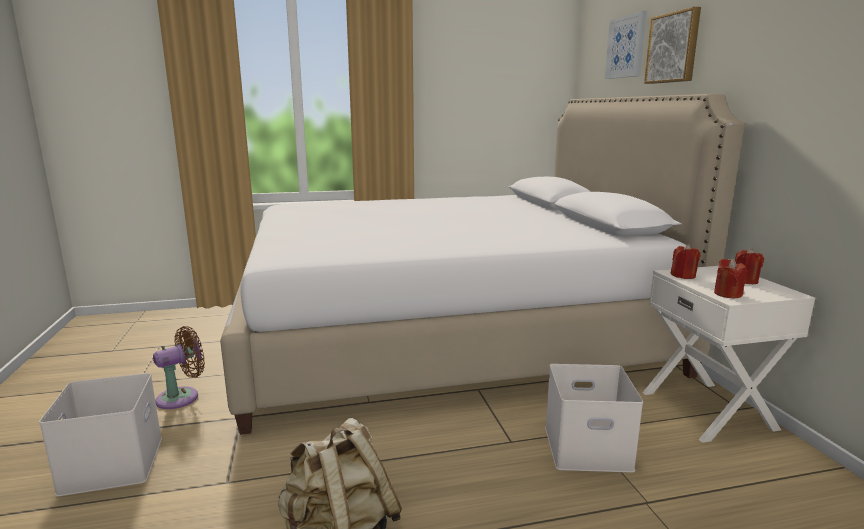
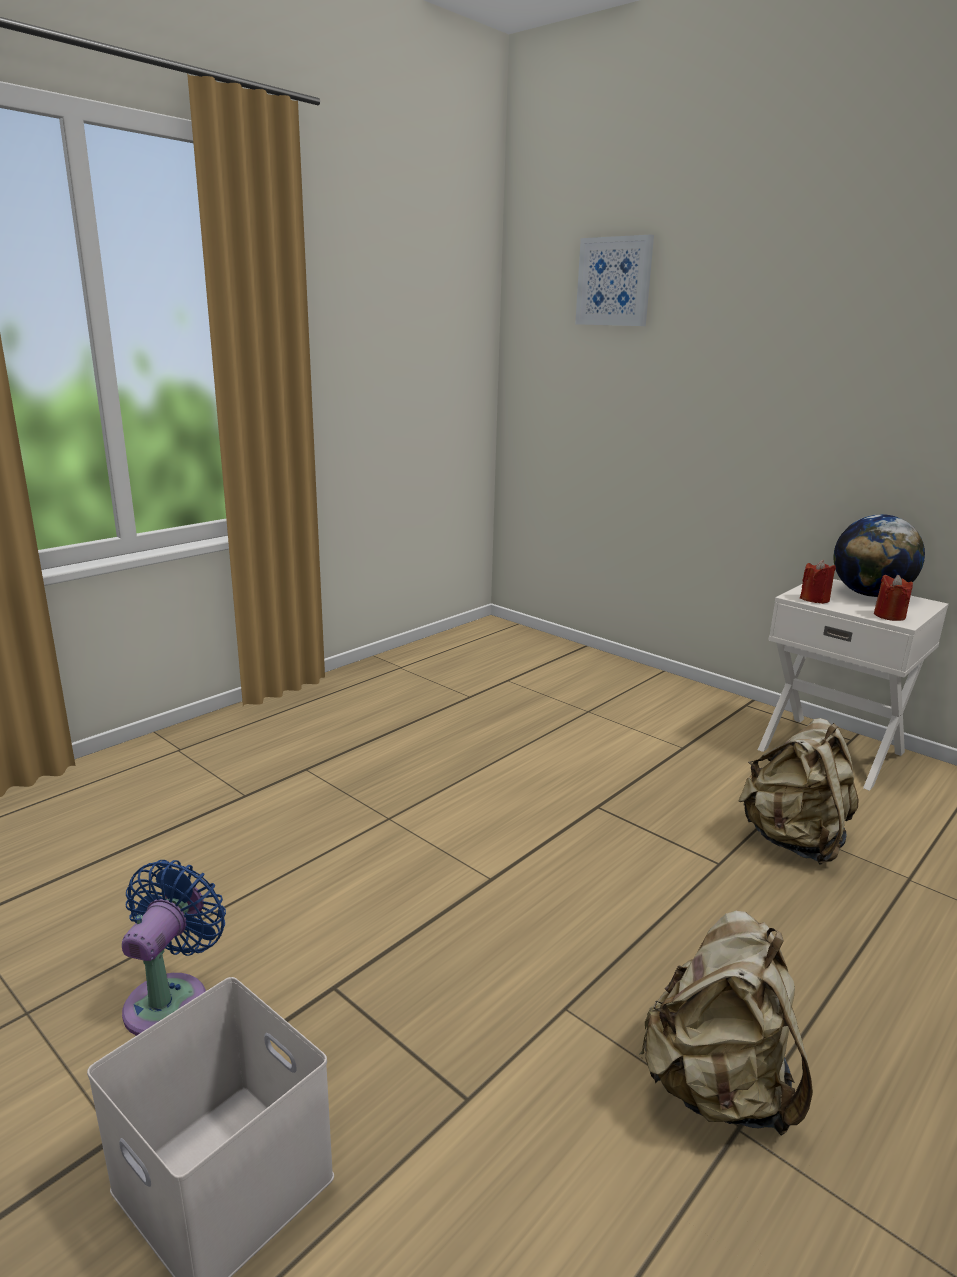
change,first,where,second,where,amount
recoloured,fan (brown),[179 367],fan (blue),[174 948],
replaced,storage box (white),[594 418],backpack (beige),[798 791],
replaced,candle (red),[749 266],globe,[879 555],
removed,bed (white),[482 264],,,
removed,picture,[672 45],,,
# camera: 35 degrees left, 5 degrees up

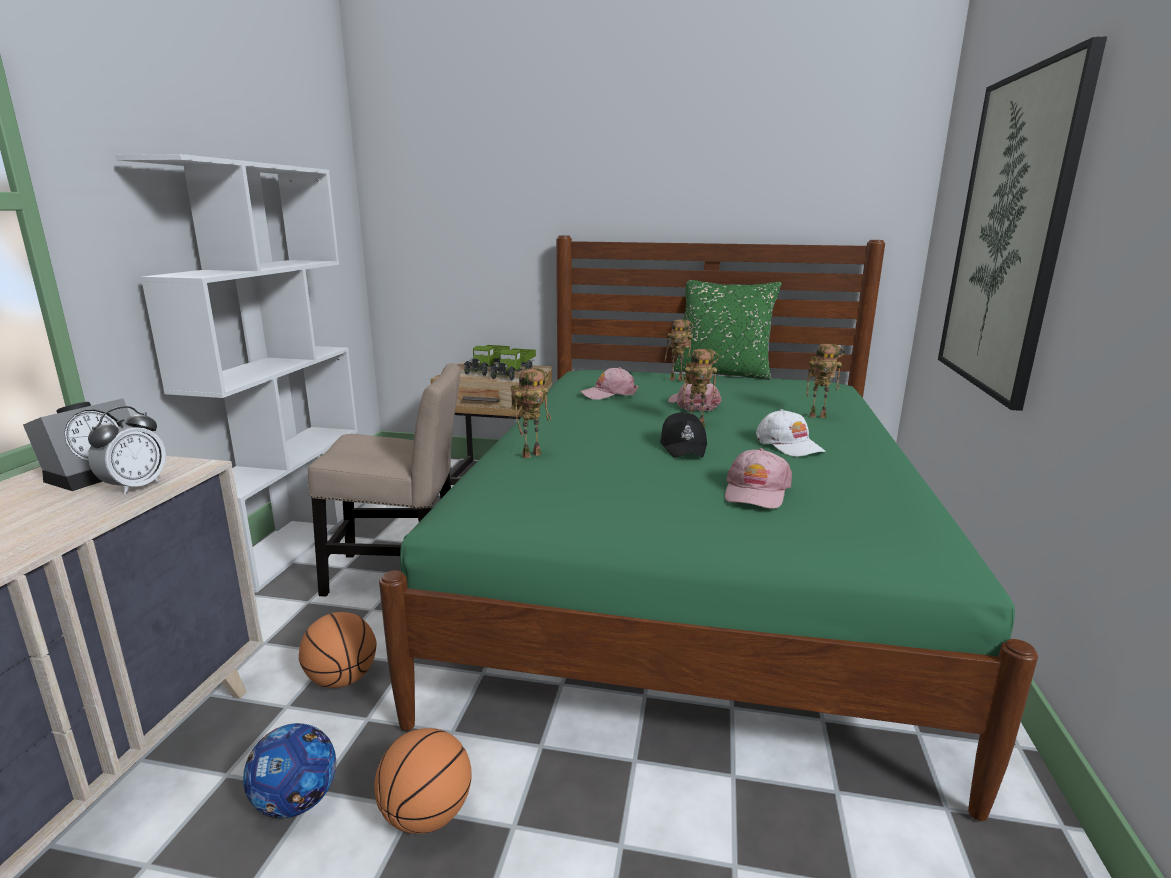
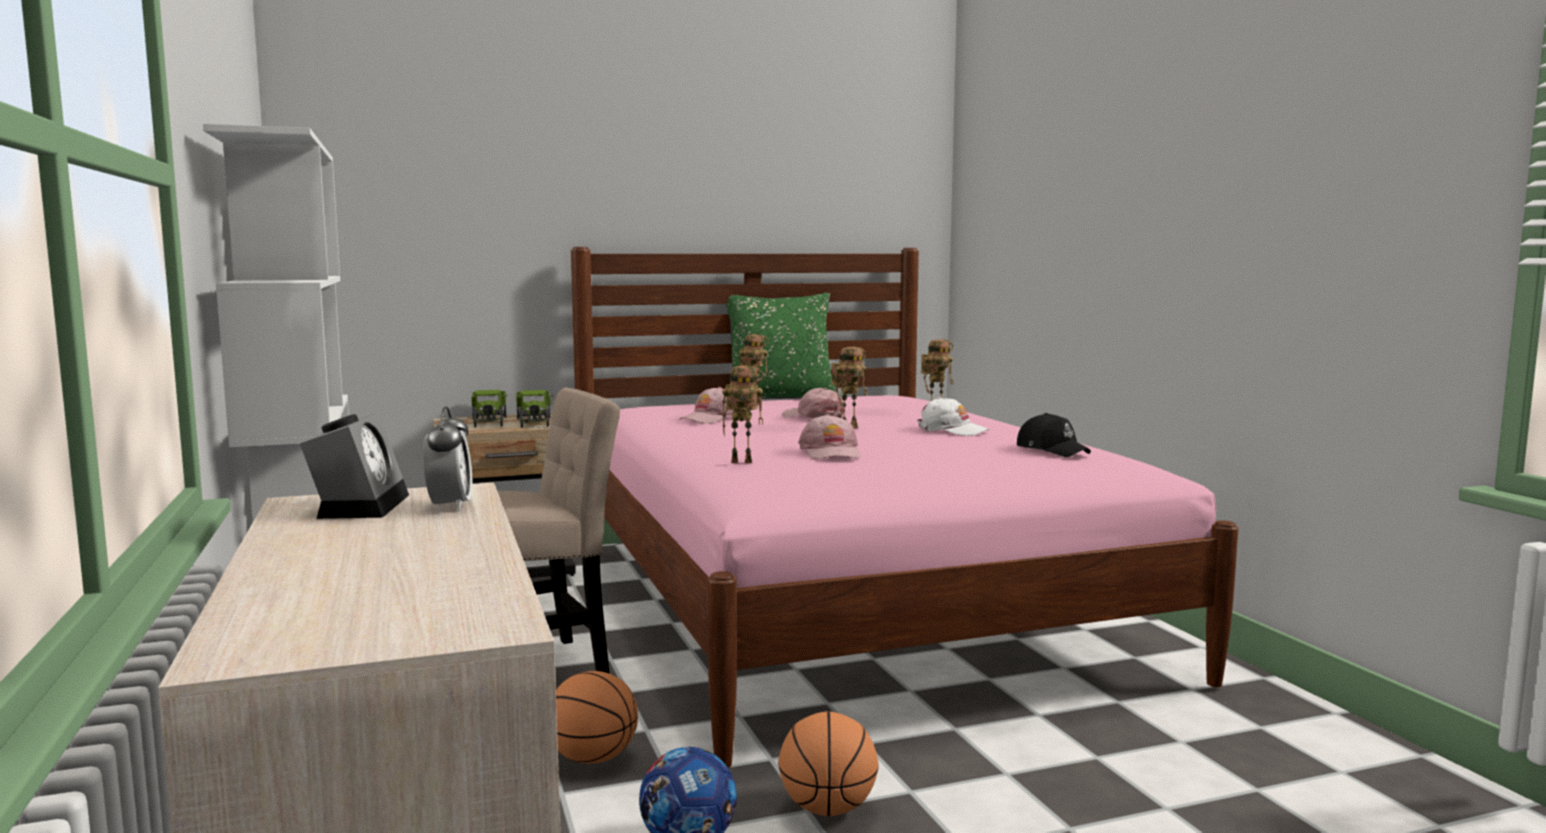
change,first,where,second,where,amount
recoloured,bed (green),[708 528],bed (pink),[904 507],
turned,toy robot,[531 413],,[743 414],60 degrees clockwise
moved,cap (pink),[758 478],,[829 437],
moved,cap (black),[683 435],,[1054 435],
removed,picture,[1022 223],,,
# camera: 30 degrees left, 10 degrees down

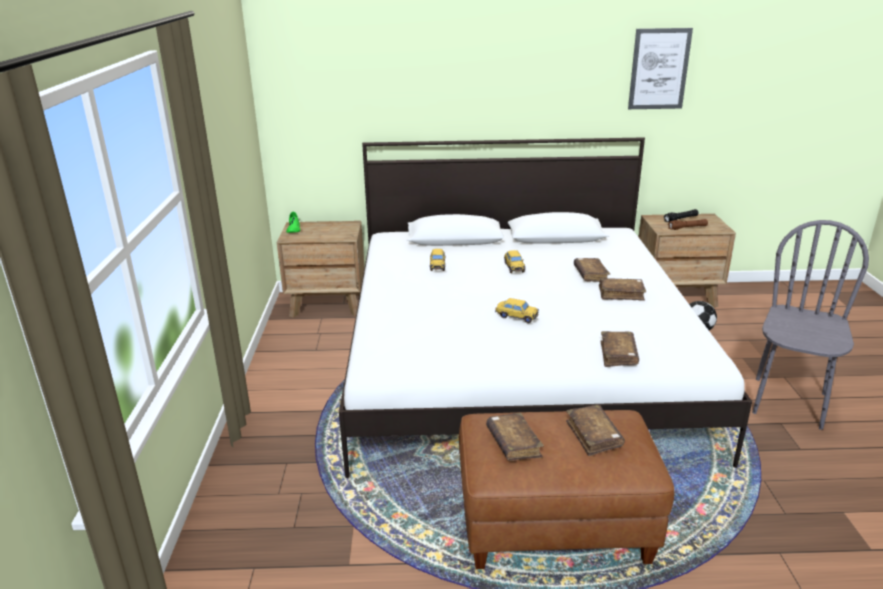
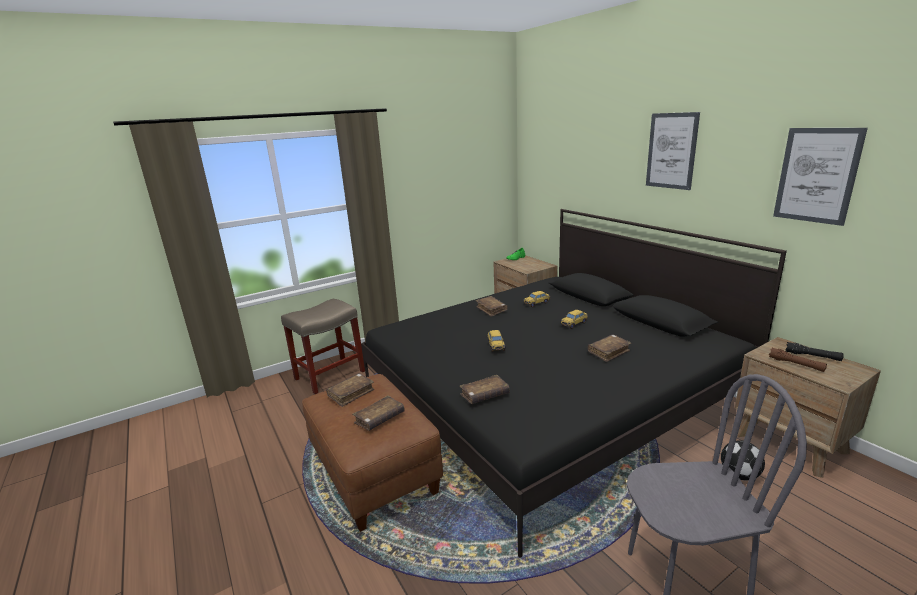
change,first,where,second,where,amount
added,,,stool (beige),[323 346],
recoloured,bed (white),[545 307],bed (black),[574 383],
moved,book (brown),[622 289],,[492 306],
added,,,picture,[673 151],
# camera: 60 degrees right, 5 degrees down

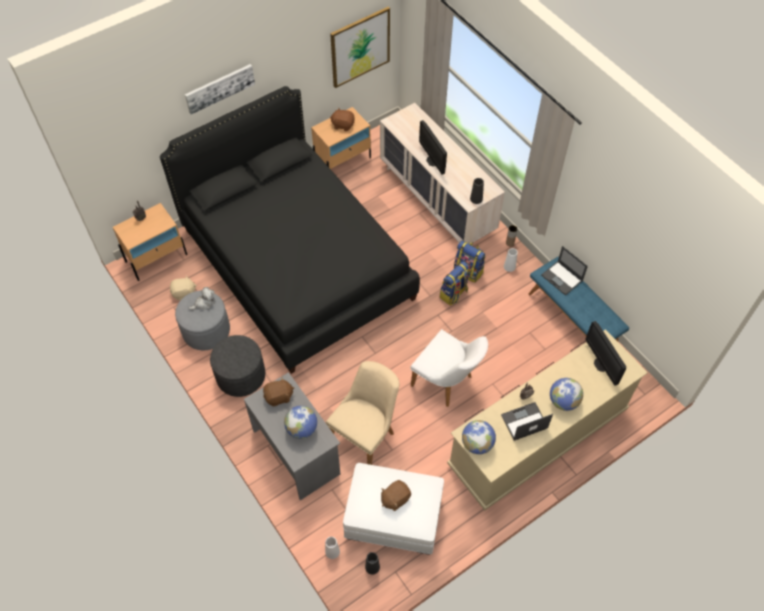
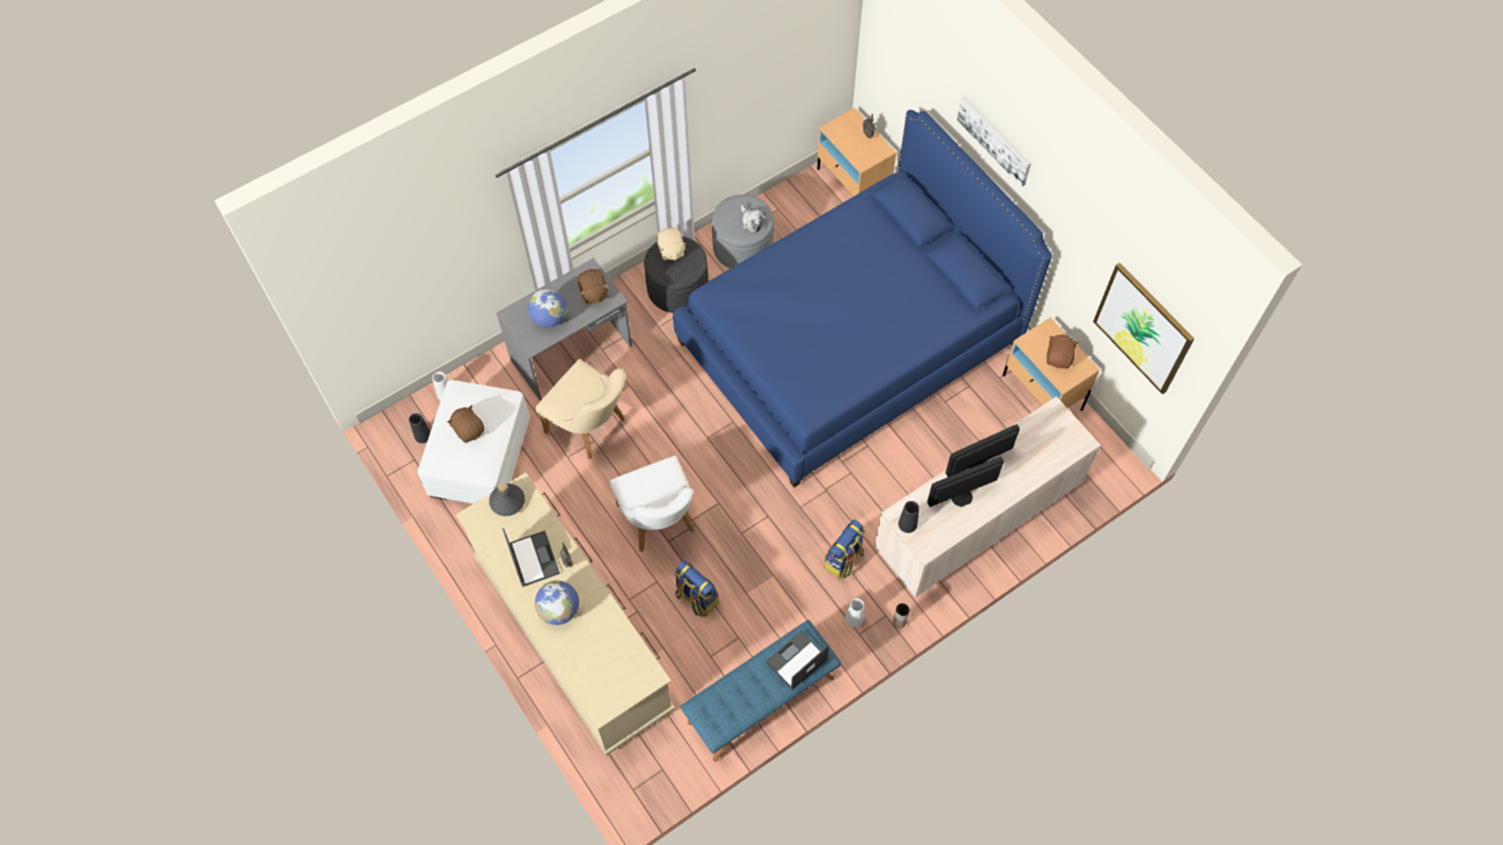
change,first,where,second,where,amount
replaced,globe,[479 437],bottle (grey),[507 499],
turned,chair (white),[449 368],,[652 503],60 degrees counterclockwise
moved,plush toy (beige),[183 287],,[671 244],
recoloured,bed (black),[290 230],bed (blue),[862 298],
moved,backpack,[455 283],,[697 588],
moved,monitor,[606 353],,[965 482],
# camera: 90 degrees right, 5 degrees up

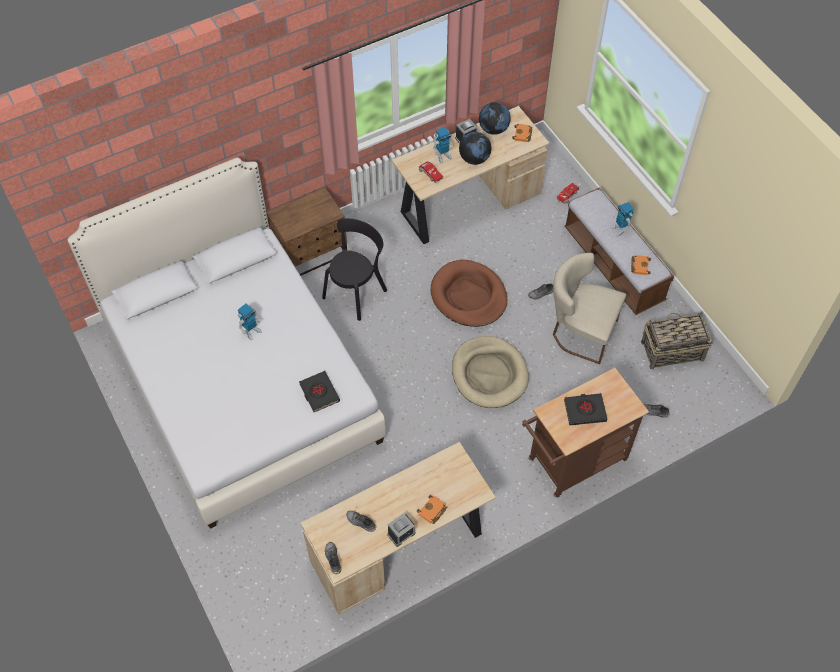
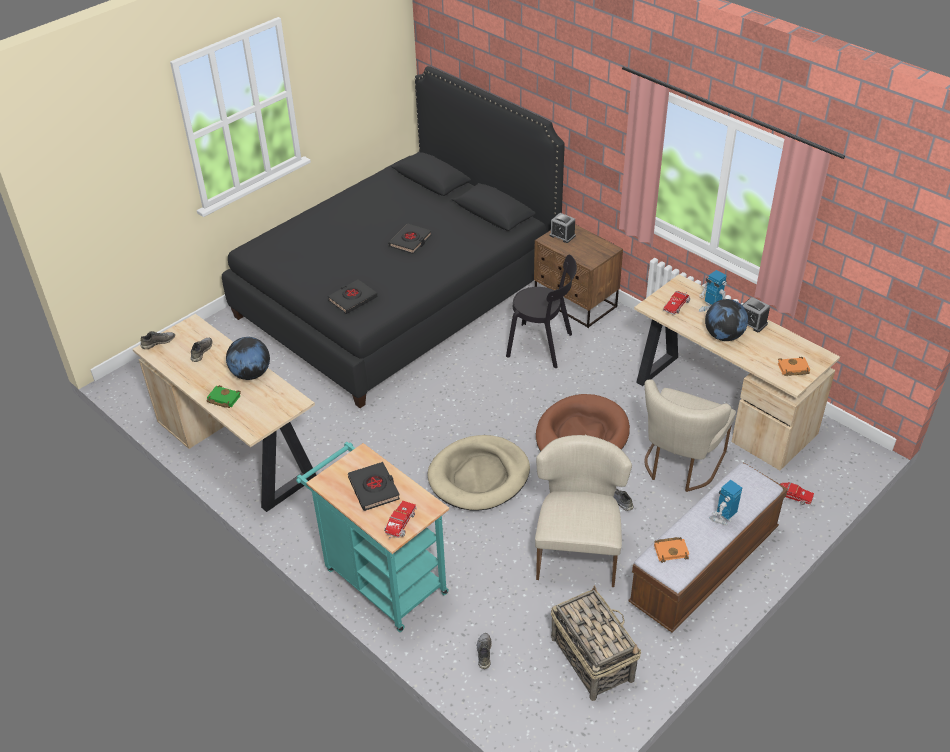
change,first,where,second,where,amount
recoloured,book (orange),[432 509],book (green),[224 396],
recoloured,bed (white),[227 343],bed (black),[393 237],
moved,globe,[495 118],,[248 358],
recoloured,cart (brown),[585 433],cart (turquoise),[372 537],
added,,,toy truck,[400 519],
replaced,toy robot,[250 322],book (black),[410 238],
moved,alarm clock,[401 530],,[563 228],
added,,,chair (beige),[690 436],
# camera: 75 degrees right, 15 degrees down

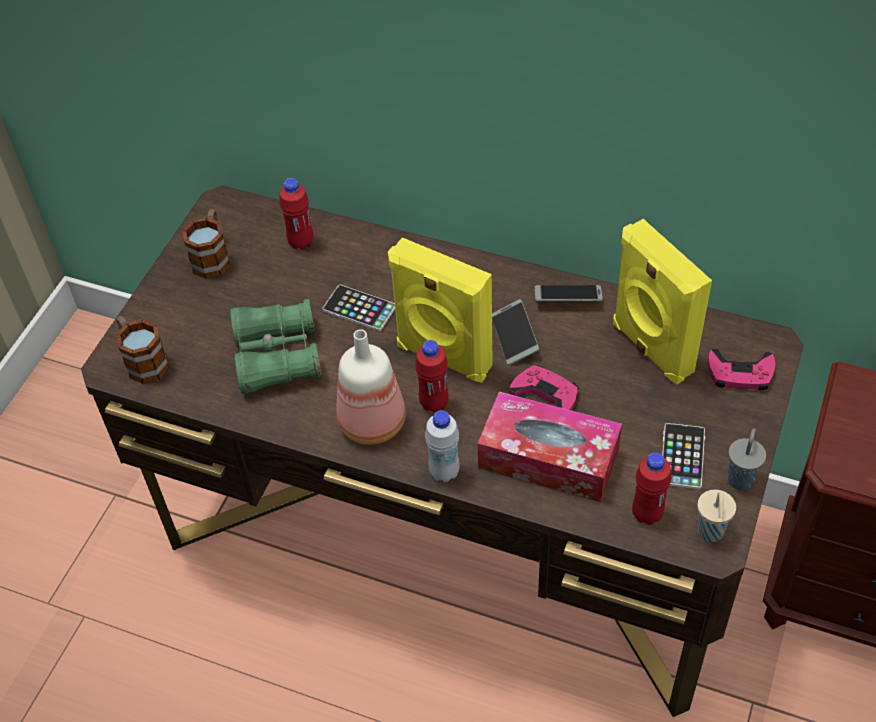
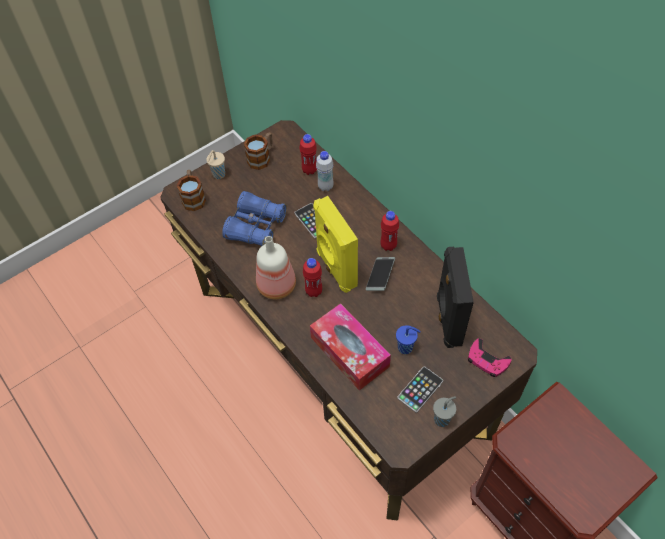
change,first,where,second,where,amount
moved,cup (beige),[716 516],,[215 164],
recoloured,binoculars (green),[276 346],binoculars (blue),[254 218],
moved,bottle (white),[442 446],,[324 171],
moved,bottle (red),[651 488],,[390 231],
added,,,cup (blue),[408 339],
recoloured,speaker (yellow),[662 301],speaker (black),[455 297],
removed,game controller (pink),[544 388],,,
removed,phone,[569 293],,,
# camera: 30 degrees right, 5 degrees up

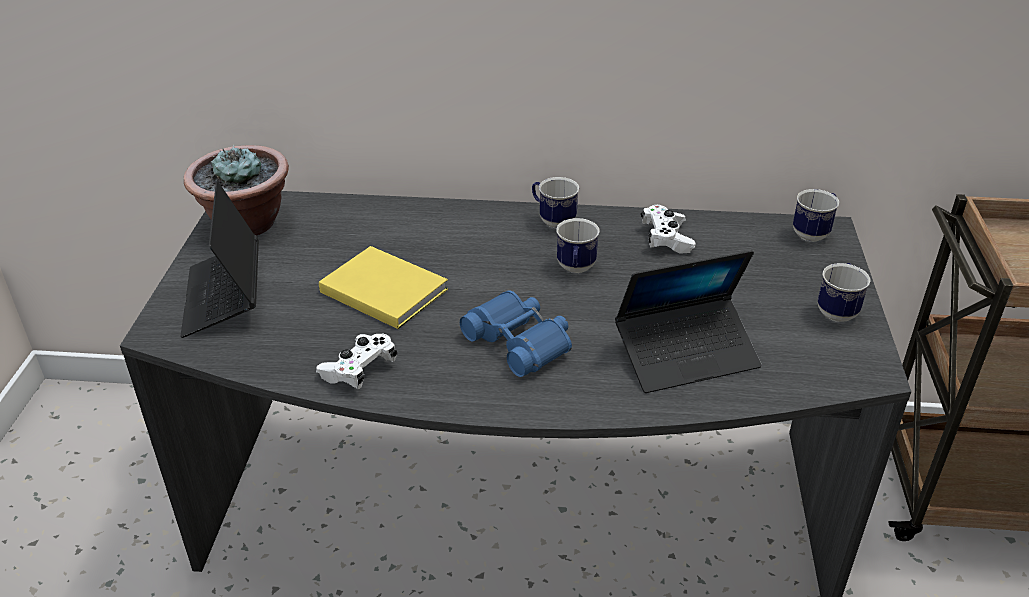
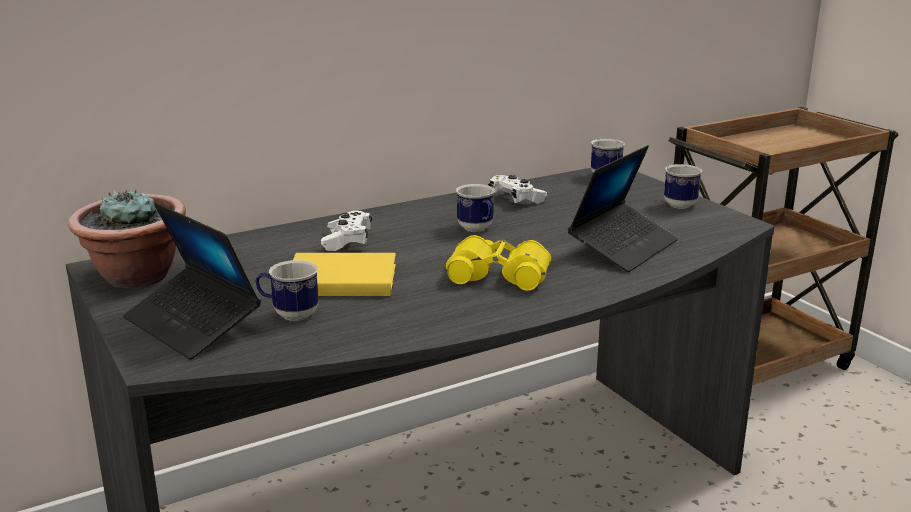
change,first,where,second,where,amount
moved,mug,[555 202],,[287 290],
moved,game controller (white),[356 361],,[346 231],
recoloured,binoculars (blue),[516 333],binoculars (yellow),[498 263],
# camera: 35 degrees left, 15 degrees down

